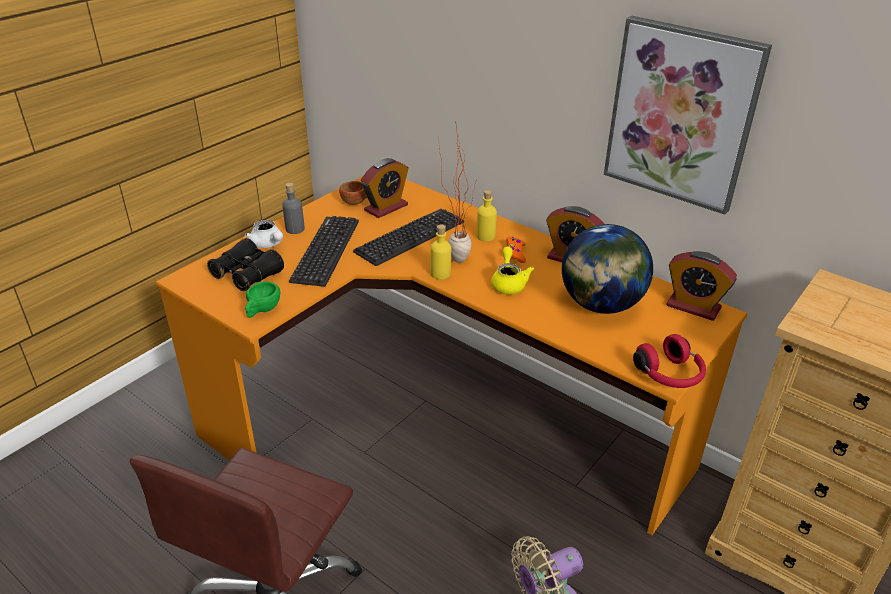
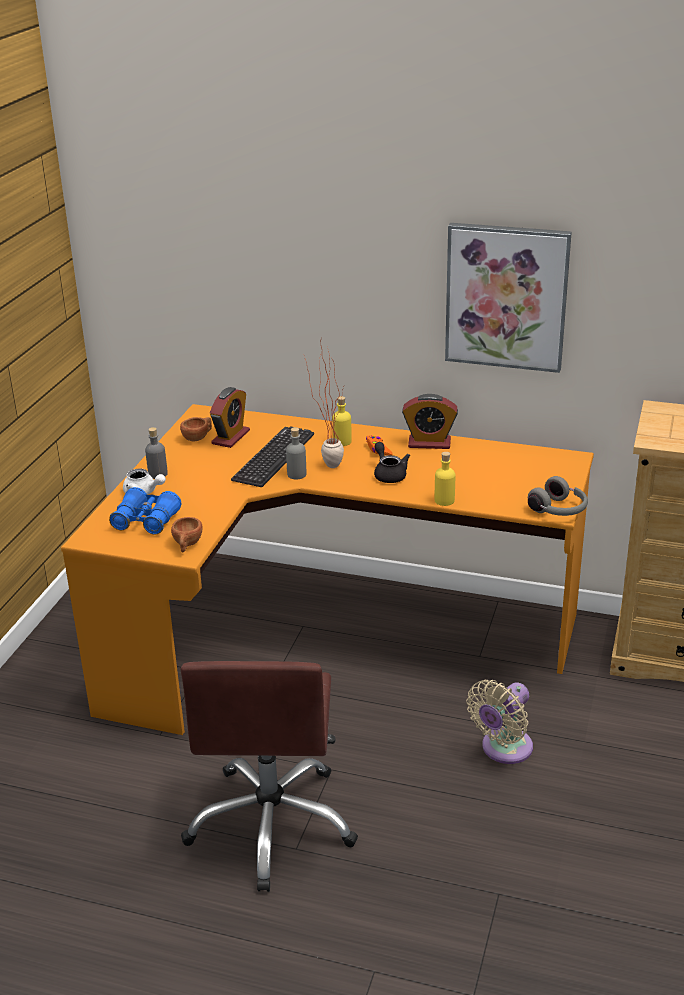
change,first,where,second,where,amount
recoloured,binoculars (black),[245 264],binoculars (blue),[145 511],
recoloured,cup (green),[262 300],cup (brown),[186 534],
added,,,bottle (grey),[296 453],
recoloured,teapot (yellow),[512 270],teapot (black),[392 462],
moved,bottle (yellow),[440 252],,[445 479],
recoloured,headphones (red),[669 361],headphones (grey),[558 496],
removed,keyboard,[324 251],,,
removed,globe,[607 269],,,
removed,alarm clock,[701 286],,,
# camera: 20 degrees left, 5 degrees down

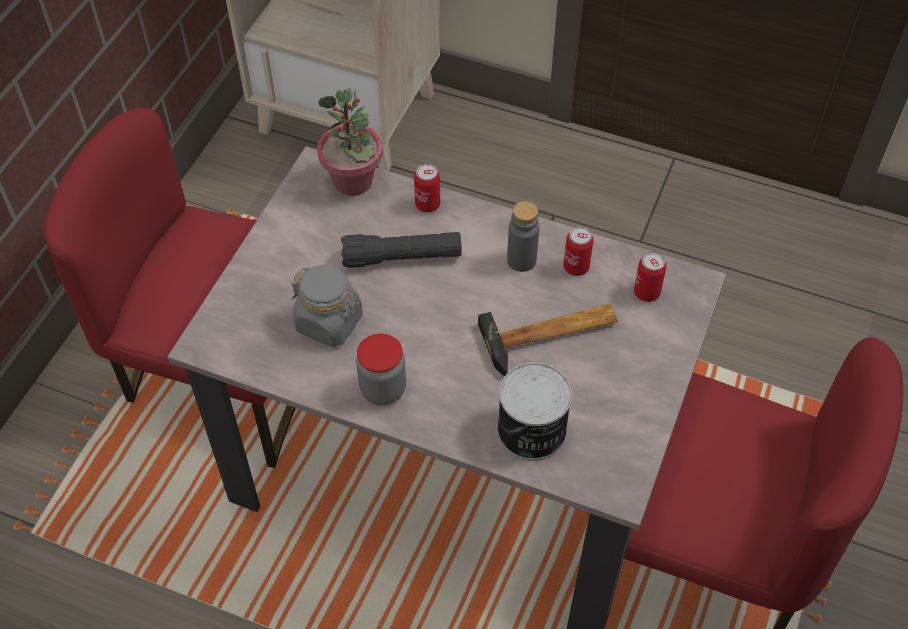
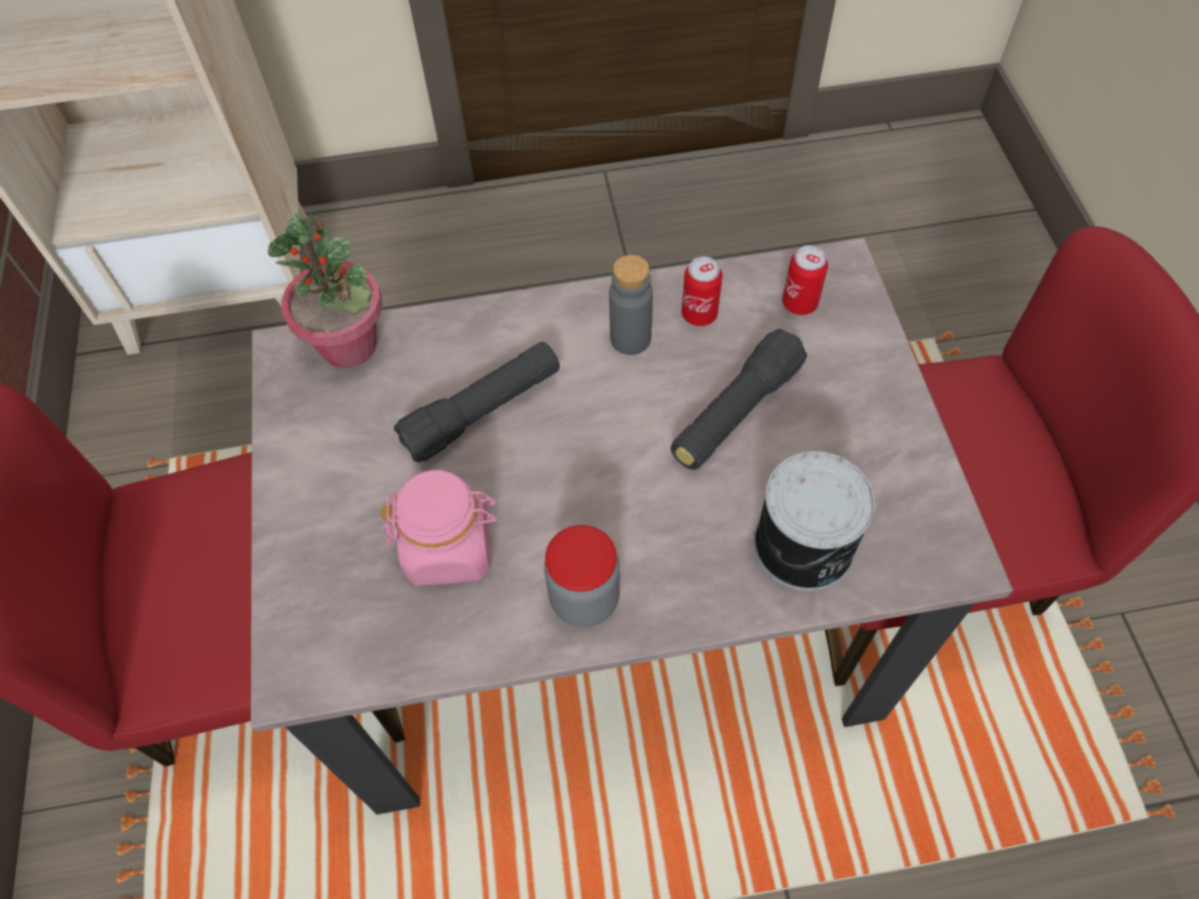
change,first,where,second,where,amount
recoloured,jar (grey),[327 306],jar (pink),[438 528],
replaced,hammer,[548 340],flashlight (black),[738 399],
removed,can,[427 188],,,
# camera: 30 degrees left, 5 degrees up

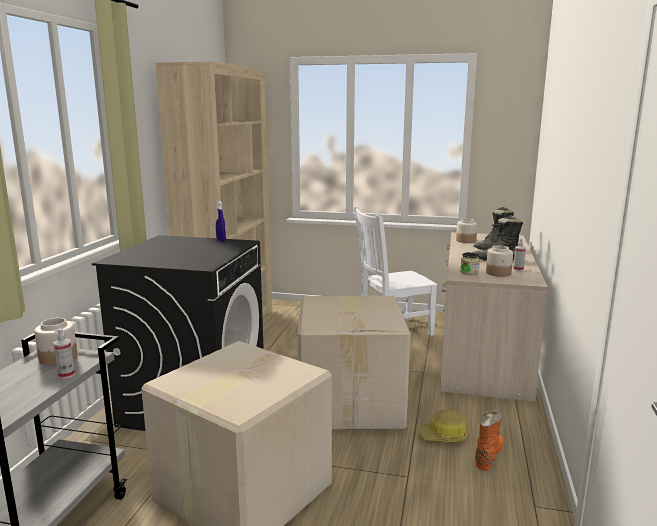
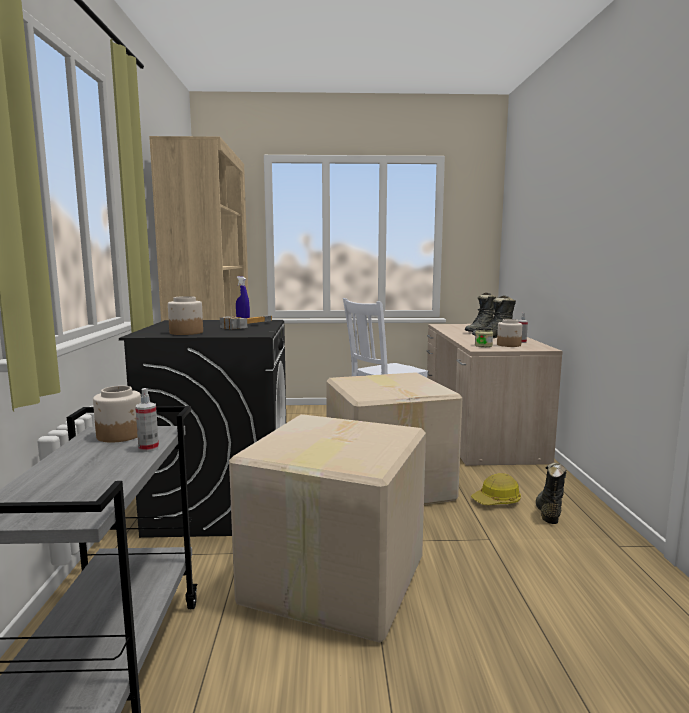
change,first,where,second,where,amount
moved,jar,[467 231],,[185 315],
added,,,hammer,[246 322],
recoloured,boot (orange),[489 440],boot (black),[551 493],
# camera: 15 degrees left, 5 degrees down

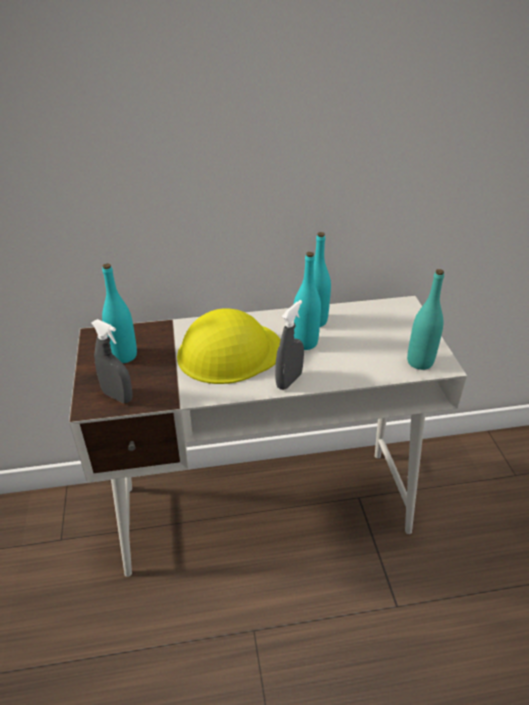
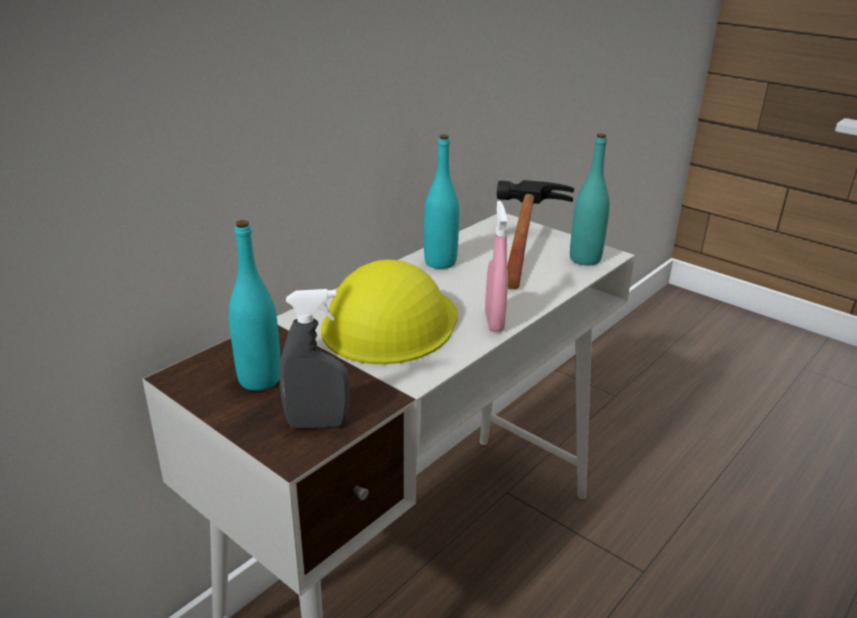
change,first,where,second,where,amount
recoloured,spray bottle (grey),[290 345],spray bottle (pink),[496 266],
added,,,hammer,[535 234],
removed,bottle (turquoise),[307 301],,,
# camera: 40 degrees left, 10 degrees down

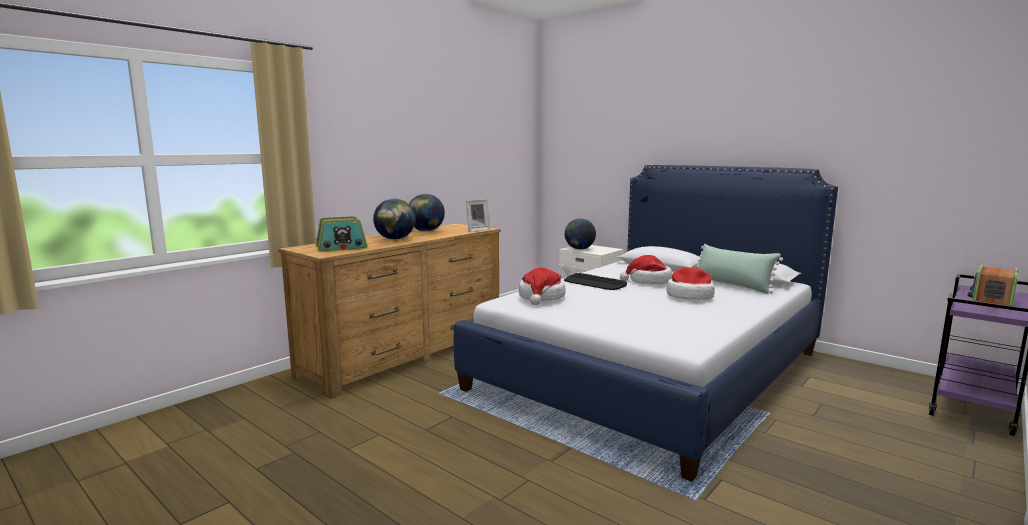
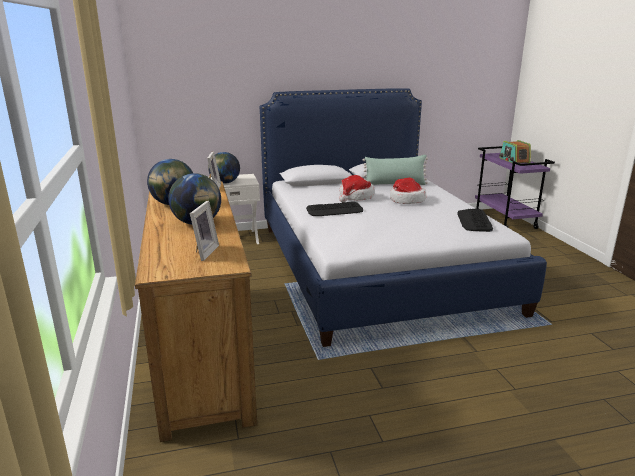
change,first,where,second,where,amount
replaced,radio,[342 234],picture frame,[204 231],
added,,,keyboard,[475 220],
removed,hat,[542 286],,,
# camera: 55 degrees left, 10 degrees up

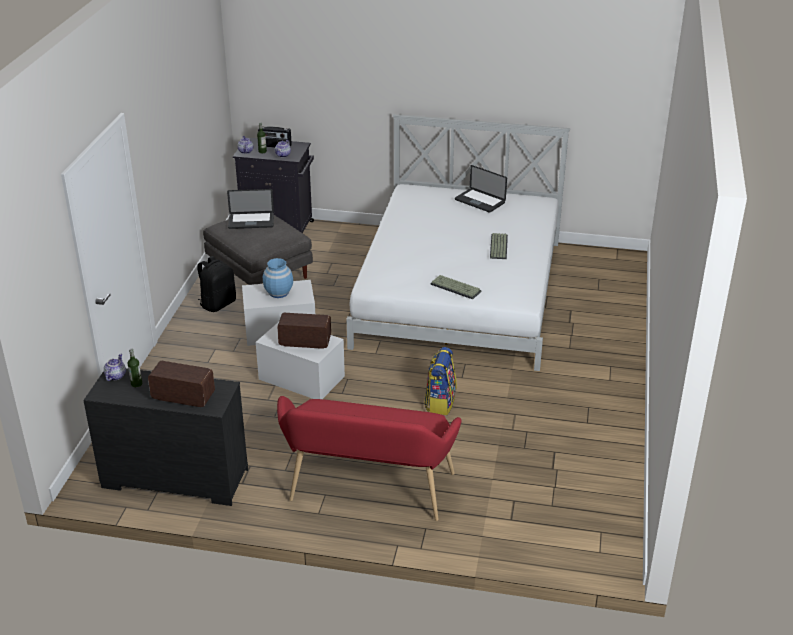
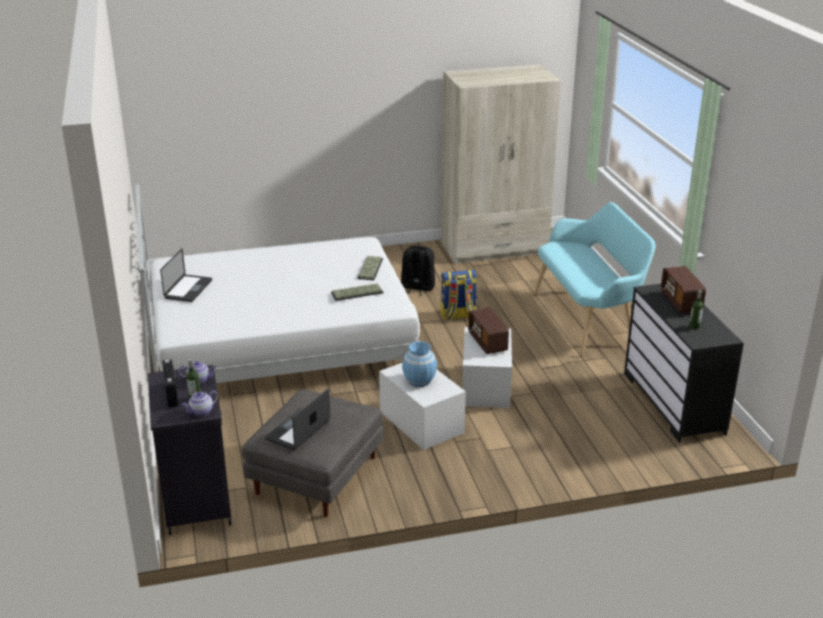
change,first,where,second,where,amount
turned,laptop,[250 209],,[298 419],120 degrees counterclockwise
moved,keyboard,[499 246],,[357 292],
moved,backpack (black),[216 284],,[418 271],
added,,,wardrobe (beige),[501 164],
recoloured,bench (red),[369 458],bench (turquoise),[594 279],
removed,teapot,[115 367],,,
# camera: 115 degrees left, 5 degrees down

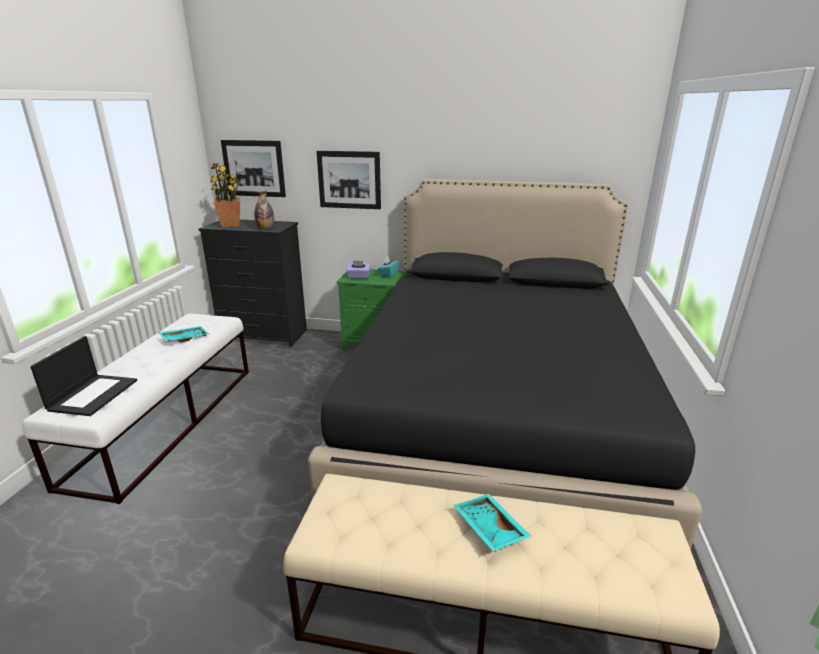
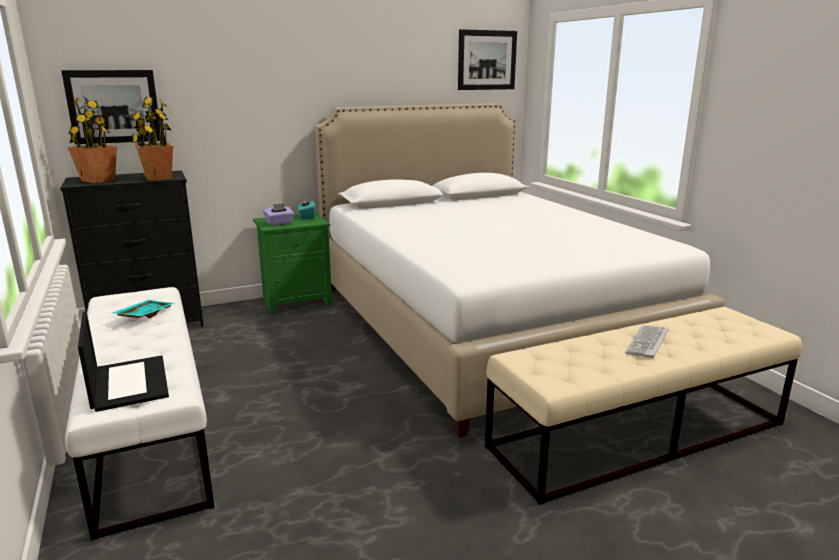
change,first,where,second,where,amount
replaced,bottle,[264 210],potted plant,[152 139],
recoloured,bed (black),[505 364],bed (white),[520 270],
moved,picture,[349 180],,[487 59],
replaced,tray (turquoise),[493 522],keyboard,[646 341],
# camera: 35 degrees left, 5 degrees down

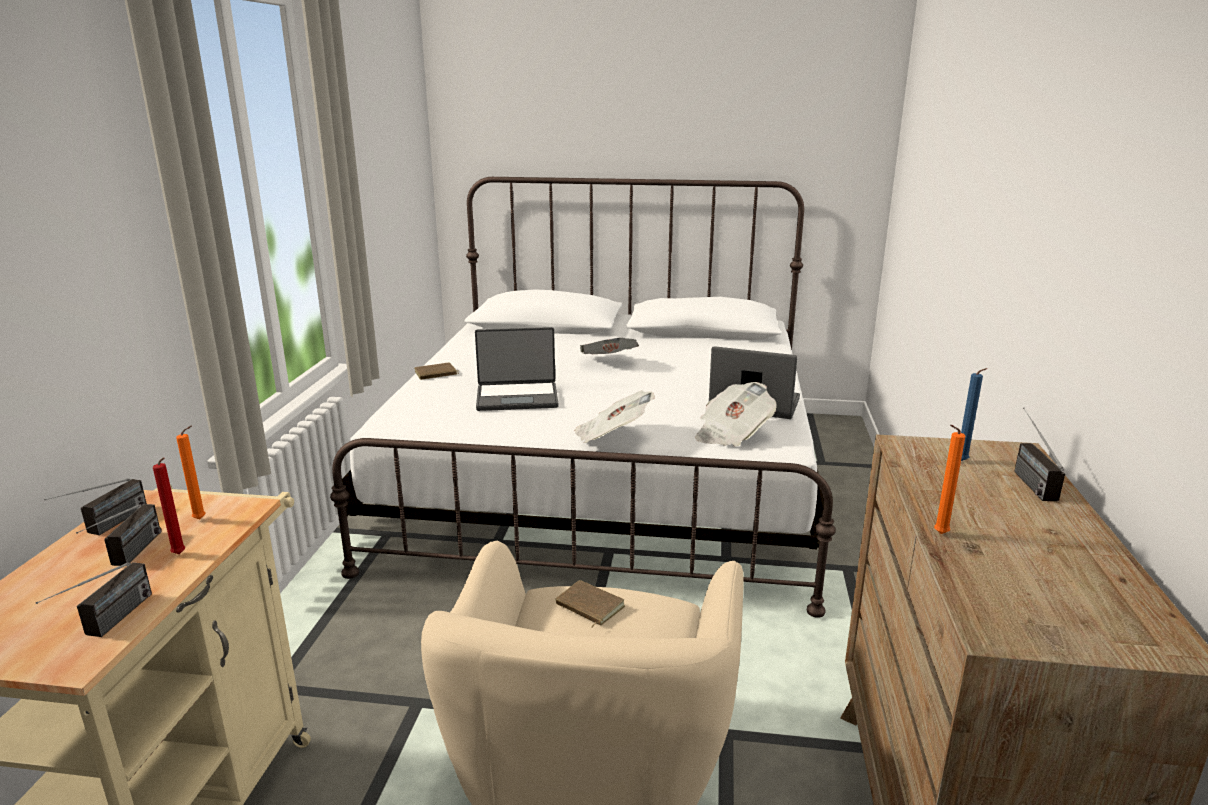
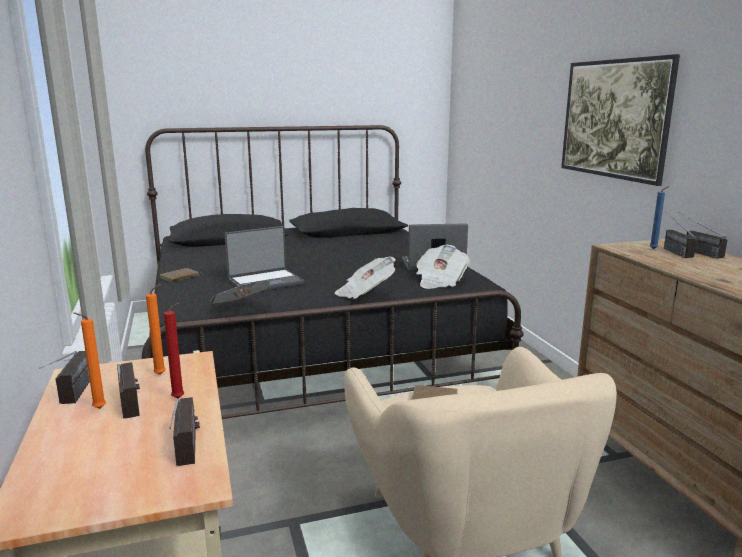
change,first,where,second,where,amount
moved,candle (orange),[949 479],,[90 361],
recoloured,bed (white),[583 397],bed (black),[333 272],
moved,newspaper,[609 346],,[240 292],
added,,,picture,[620 120],
added,,,radio,[680 234],
# camera: 25 degrees left, 5 degrees down

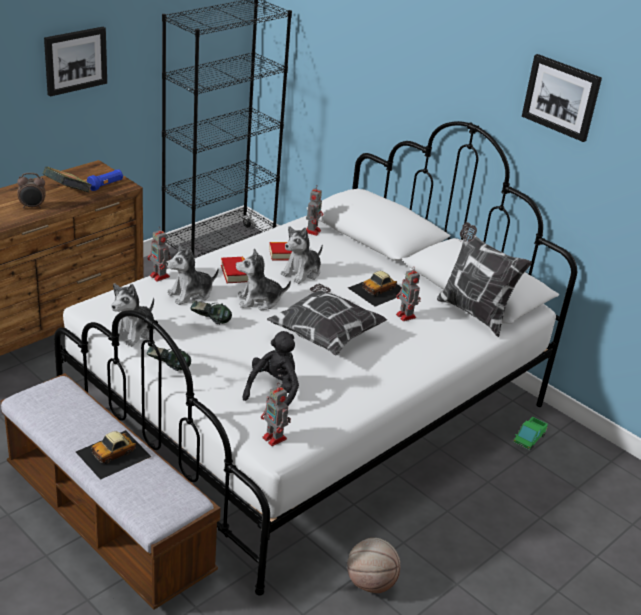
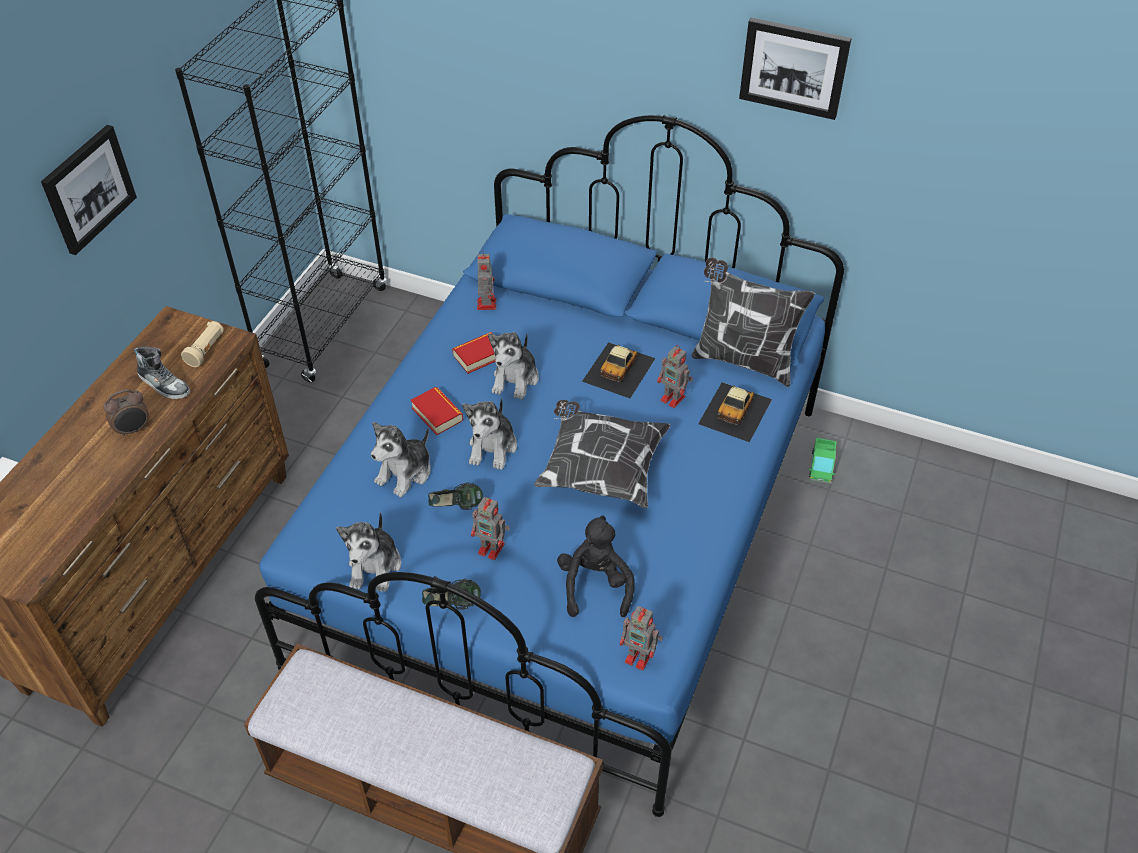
change,first,where,second,where,amount
replaced,book,[67 179],shoe,[162 373],
recoloured,flashlight (blue),[105 180],flashlight (beige),[202 344],
recoloured,bed (white),[315 358],bed (blue),[549 466],
turned,plush toy,[263 279],,[490 434],45 degrees counterclockwise
moved,toy robot,[159 254],,[490 528],
moved,toy car,[114 455],,[735 412],
removed,basketball,[374 565],,,
# camera: 20 degrees left, 15 degrees up

